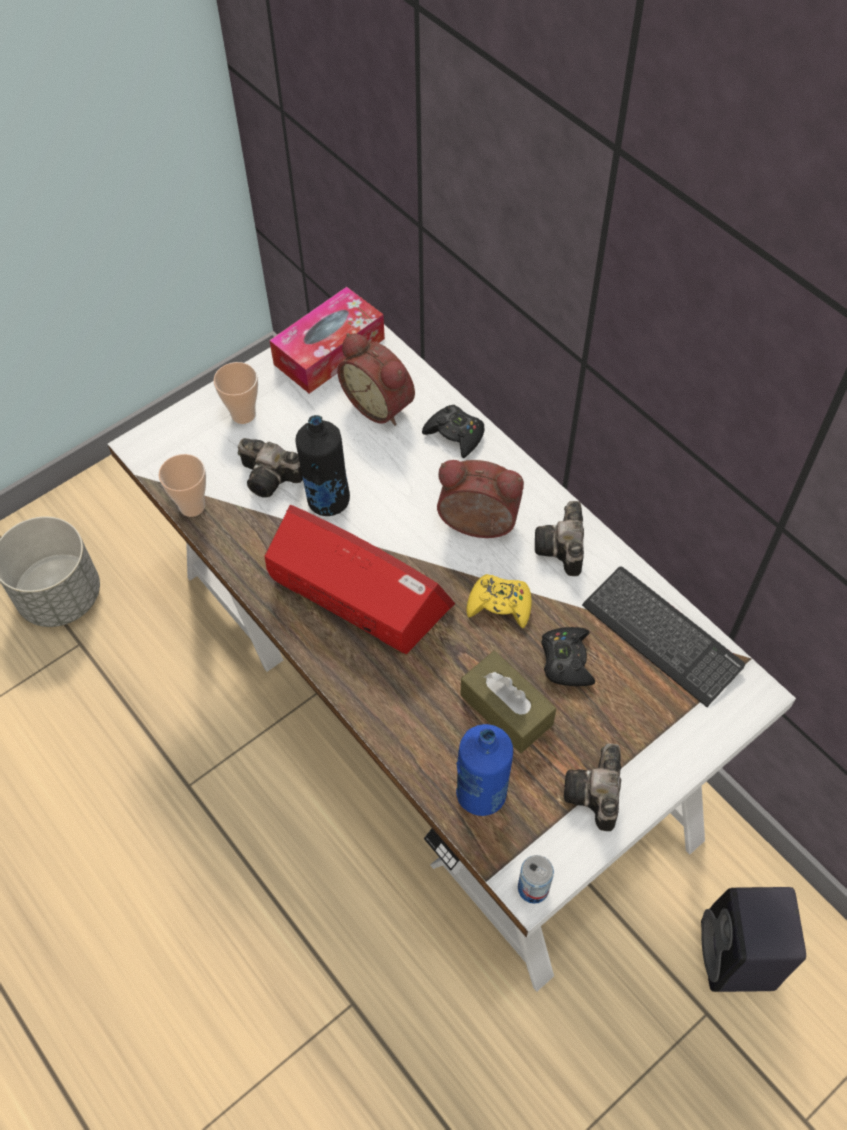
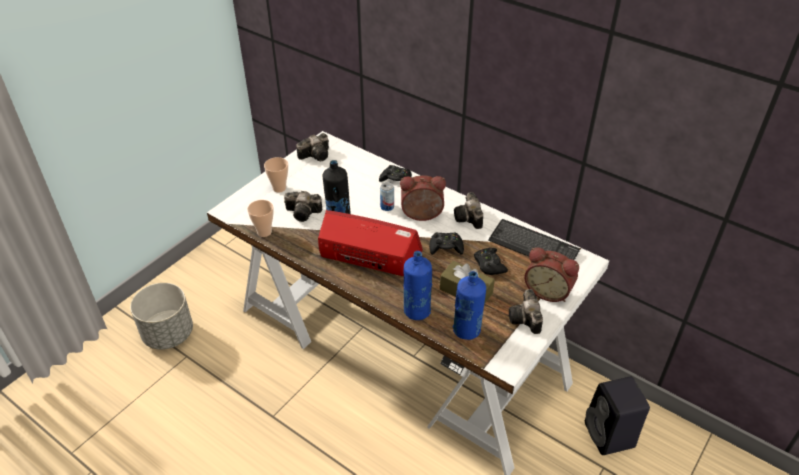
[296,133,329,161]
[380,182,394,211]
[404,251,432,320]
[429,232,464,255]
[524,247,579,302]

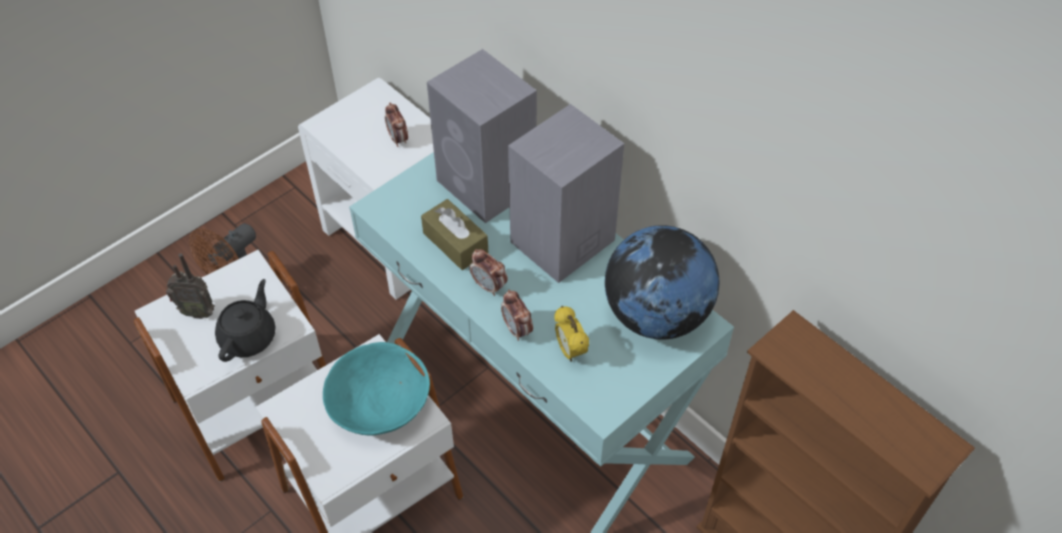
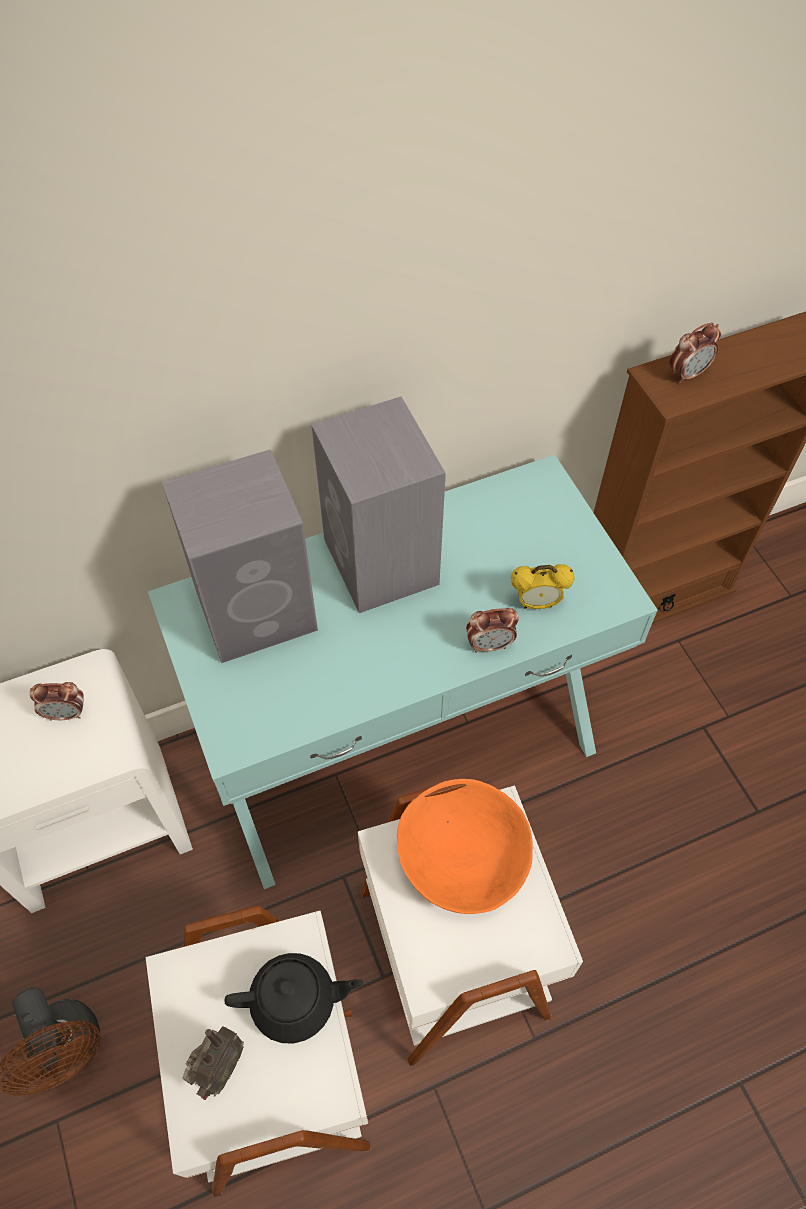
[224,953,363,1044]
[397,779,533,914]
[669,323,721,384]
[421,199,488,270] (first image)
[605,225,719,340] (first image)

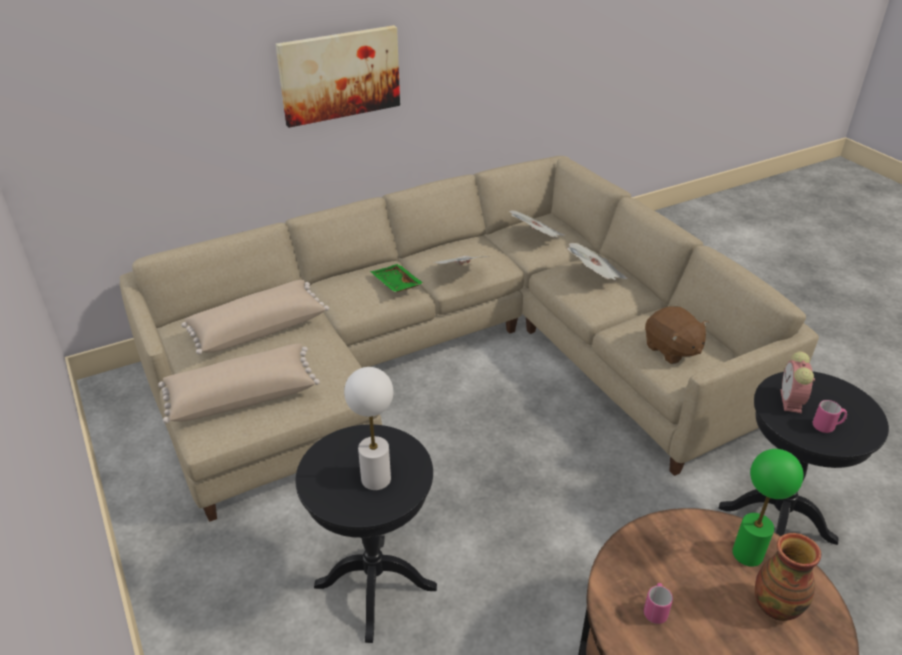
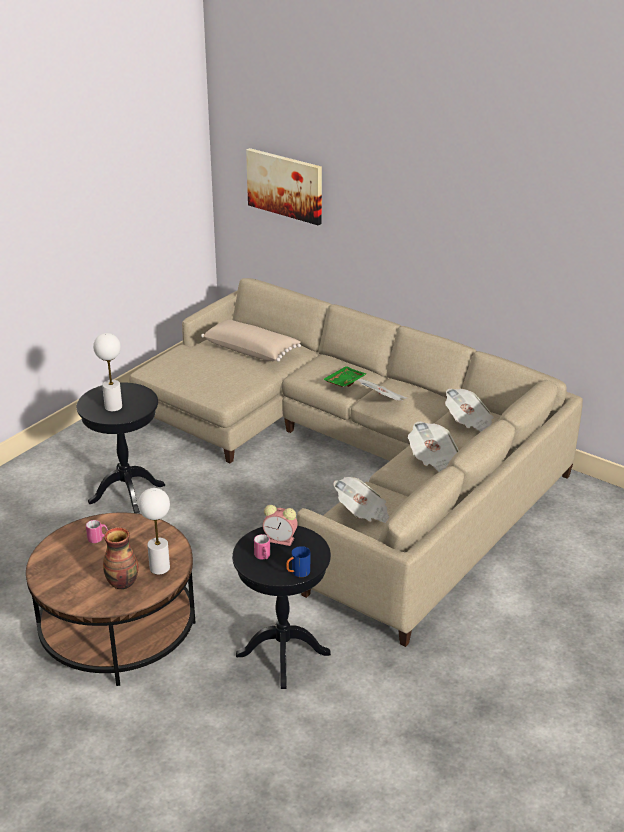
[138,488,170,575]
[246,148,322,225]
[263,505,298,546]
[286,546,311,577]
[334,477,389,523]
[158,343,320,423] (first image)

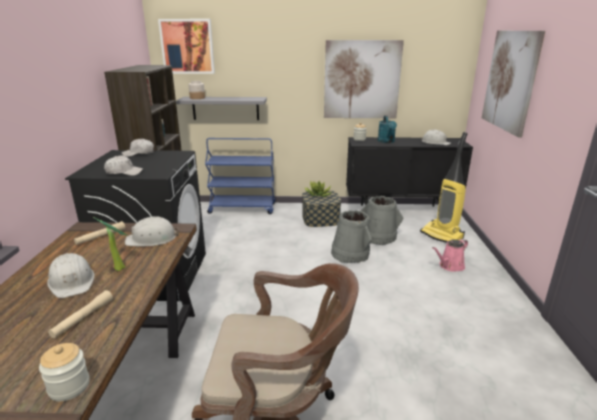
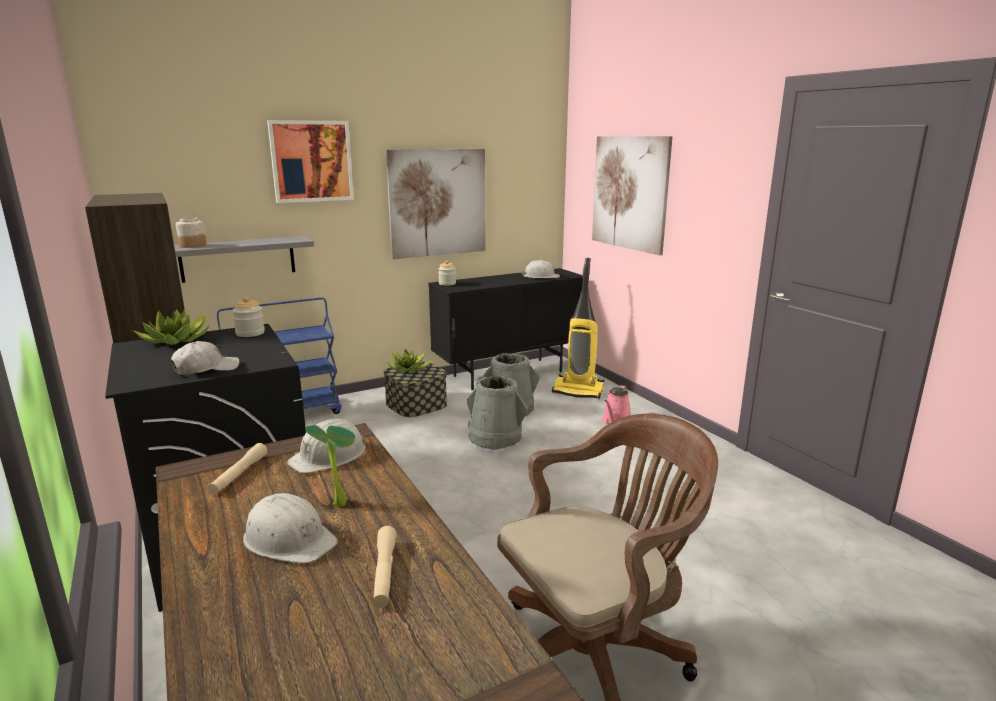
[134,309,209,345]
[232,297,265,337]
[267,120,354,203]
[378,115,397,143] (first image)

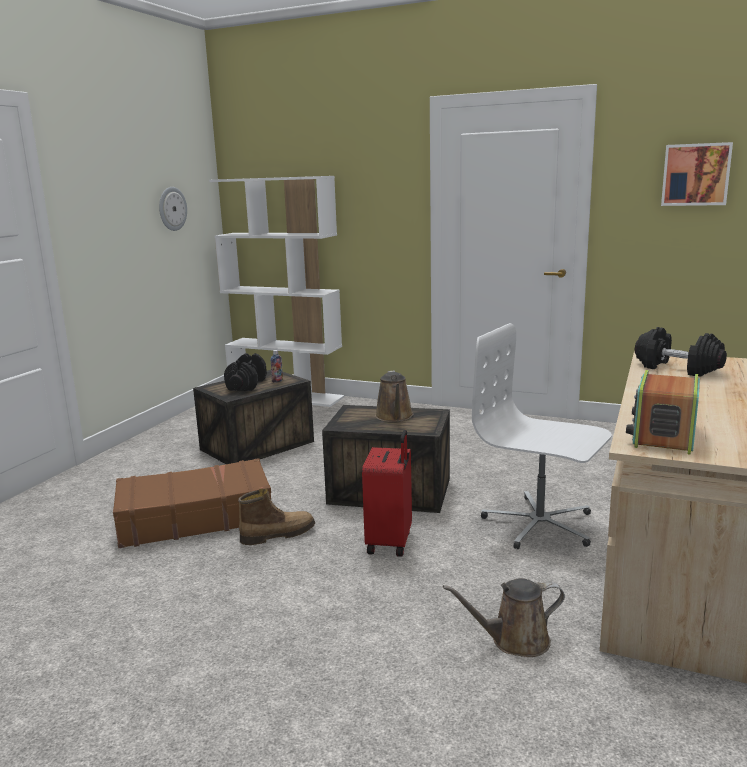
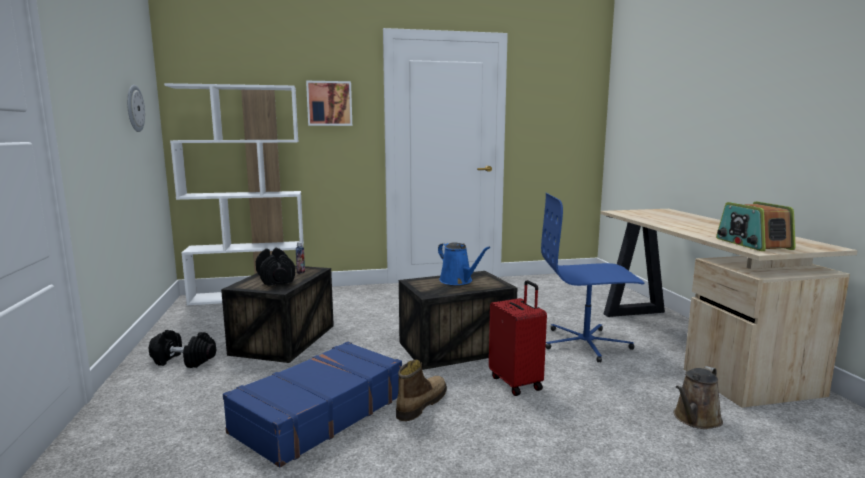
[148,330,216,368]
[223,341,402,468]
[306,81,352,126]
[438,242,490,285]
[541,193,645,363]

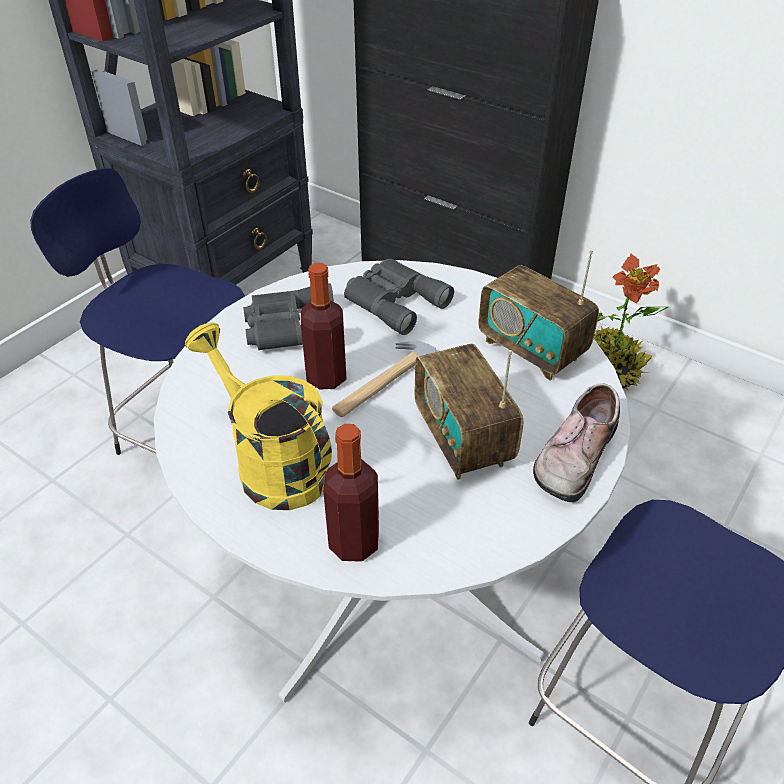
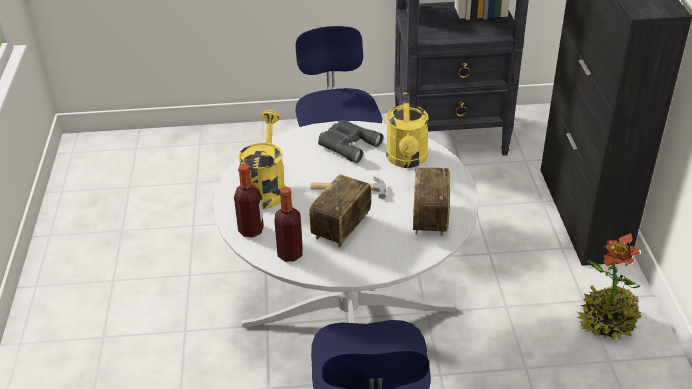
[274,187,303,262]
[386,93,429,168]
[533,383,620,502] (first image)

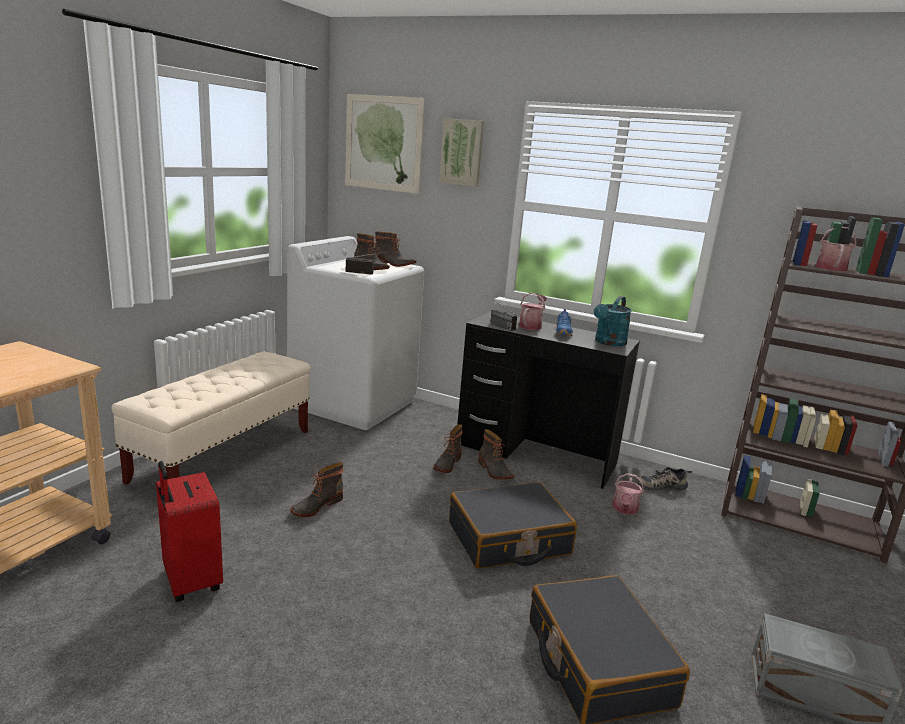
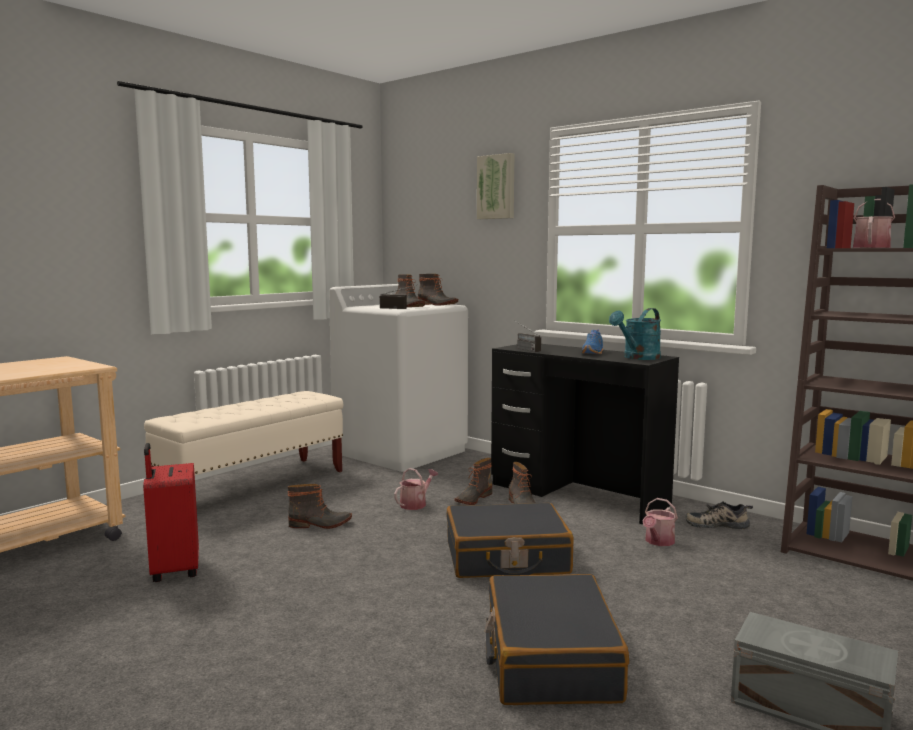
[288,484,352,529]
[394,468,438,510]
[345,94,425,194] (first image)

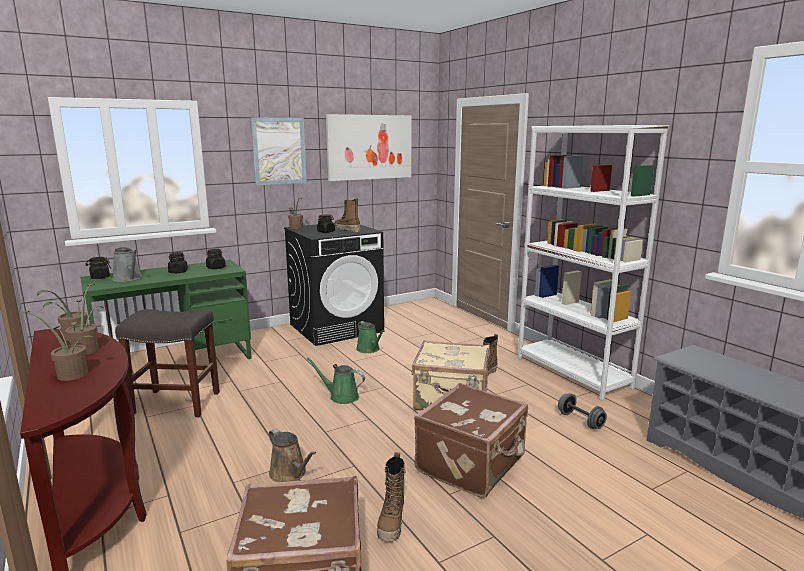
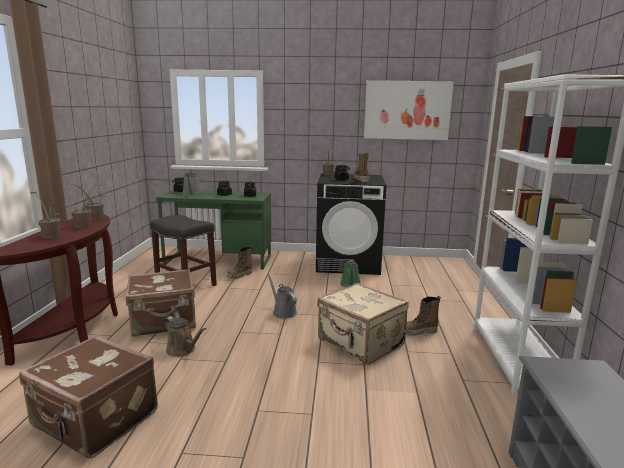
[126,269,196,337]
[164,316,206,357]
[227,245,252,279]
[267,274,297,319]
[250,117,307,185] (first image)
[558,393,607,429] (first image)

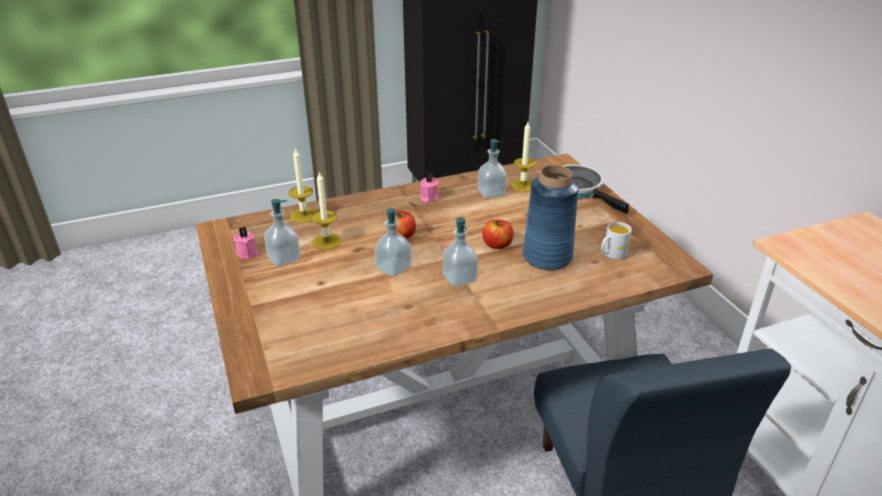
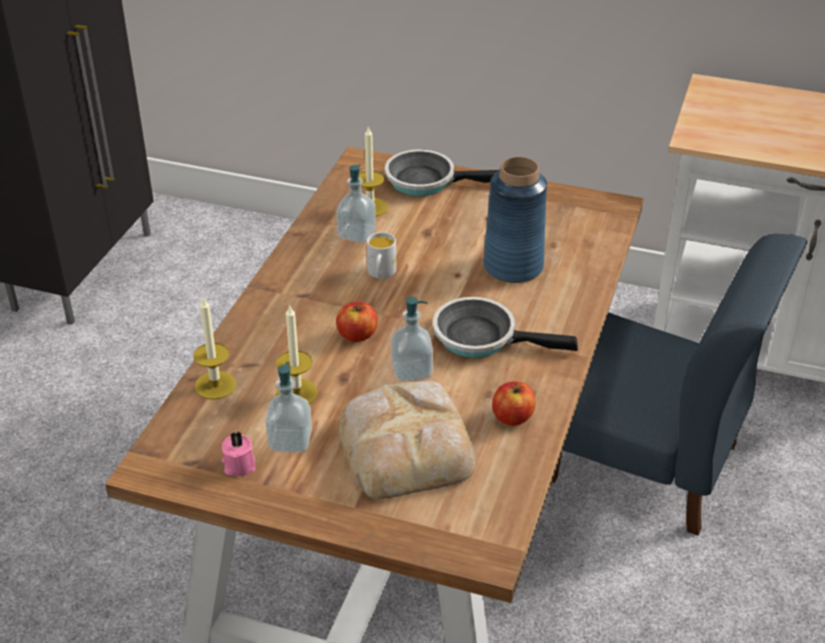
[339,381,476,499]
[367,232,396,279]
[433,297,578,358]
[492,381,536,426]
[420,173,439,203] (first image)

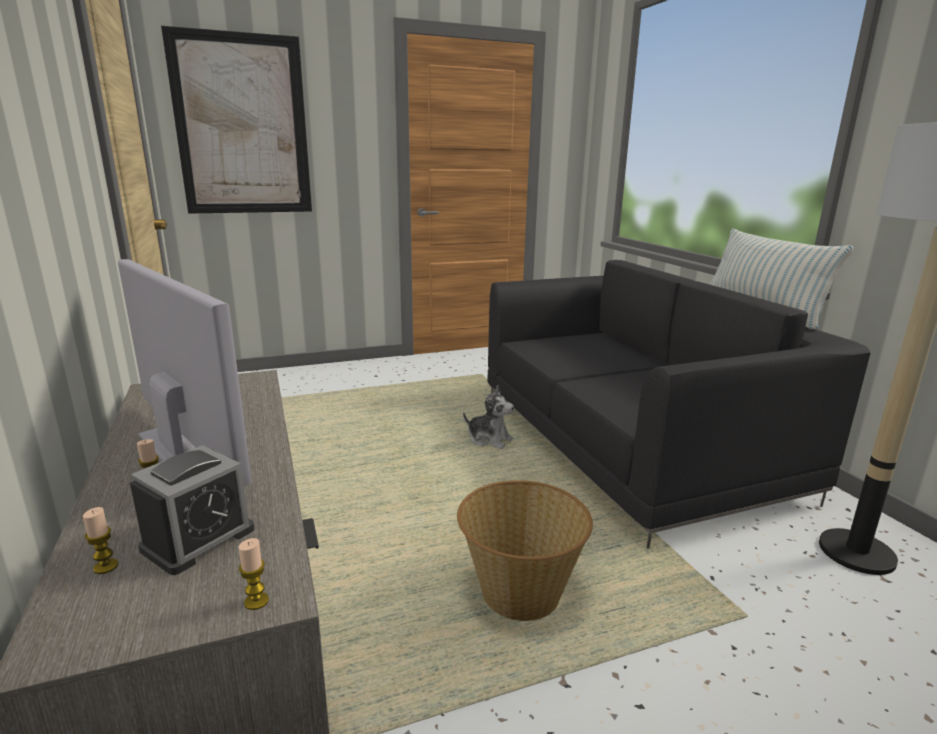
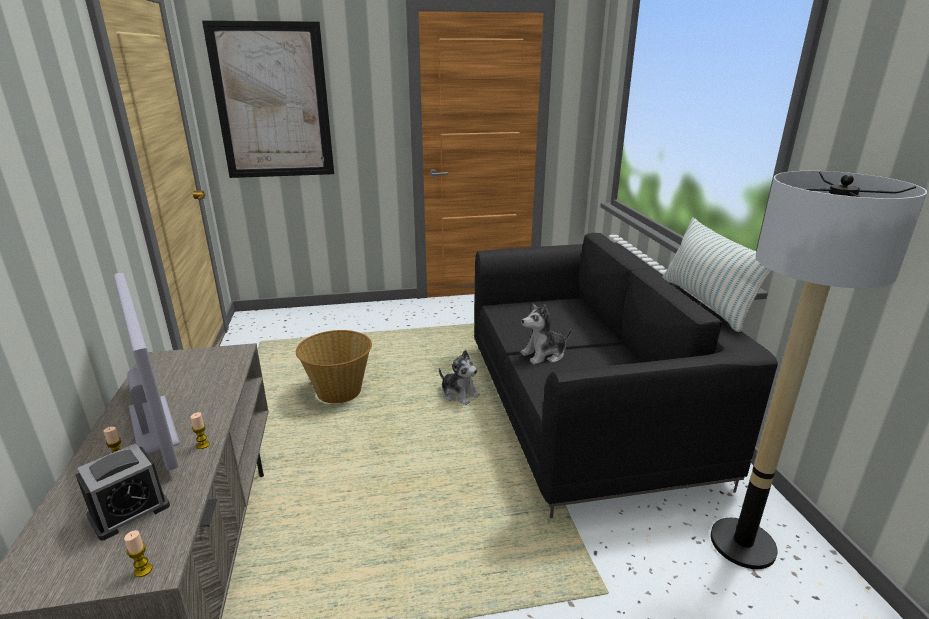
[191,412,210,449]
[296,330,372,403]
[520,303,572,365]

